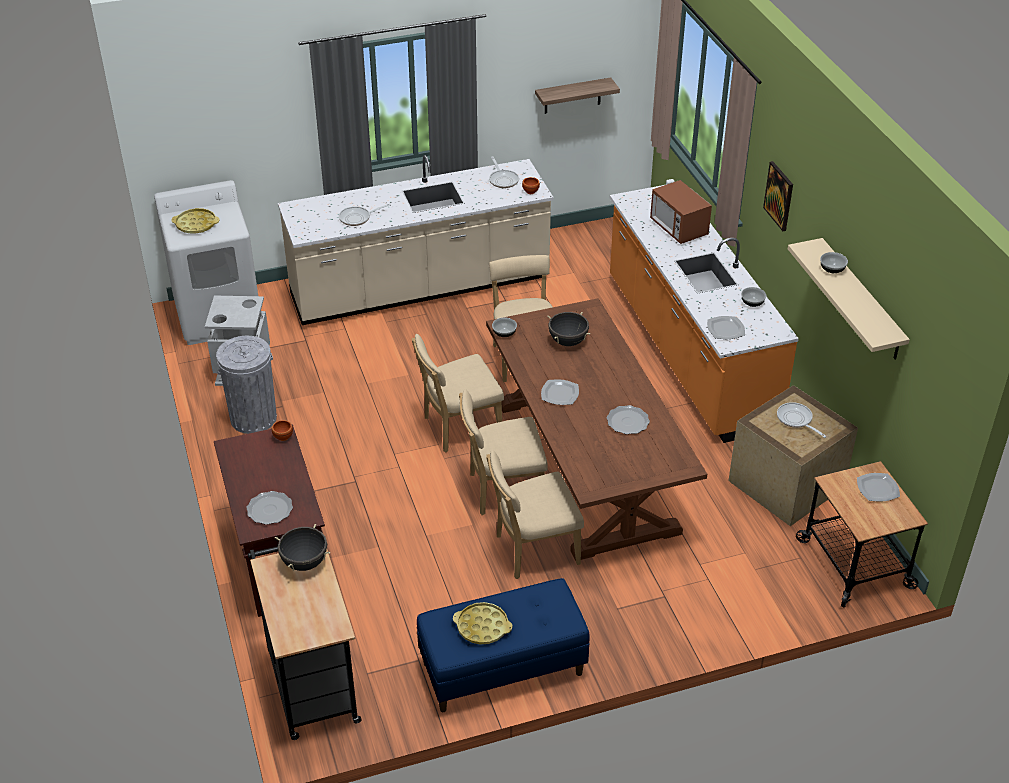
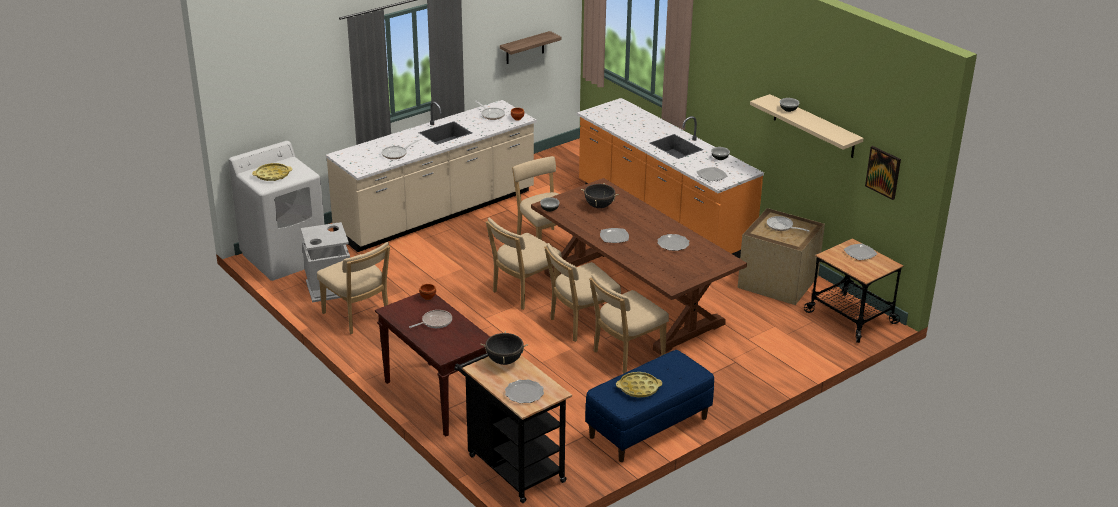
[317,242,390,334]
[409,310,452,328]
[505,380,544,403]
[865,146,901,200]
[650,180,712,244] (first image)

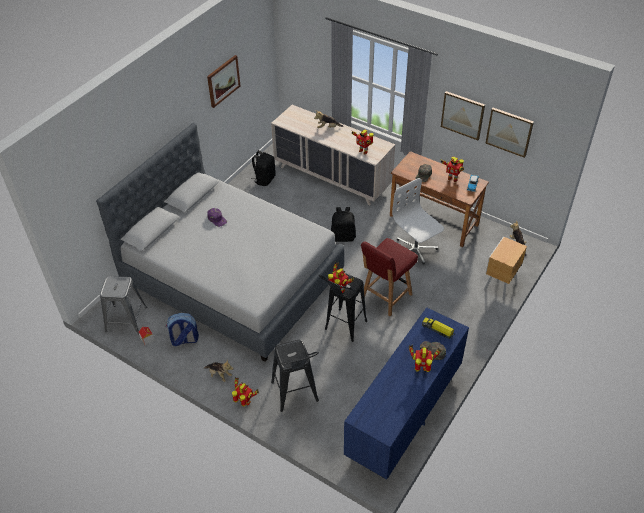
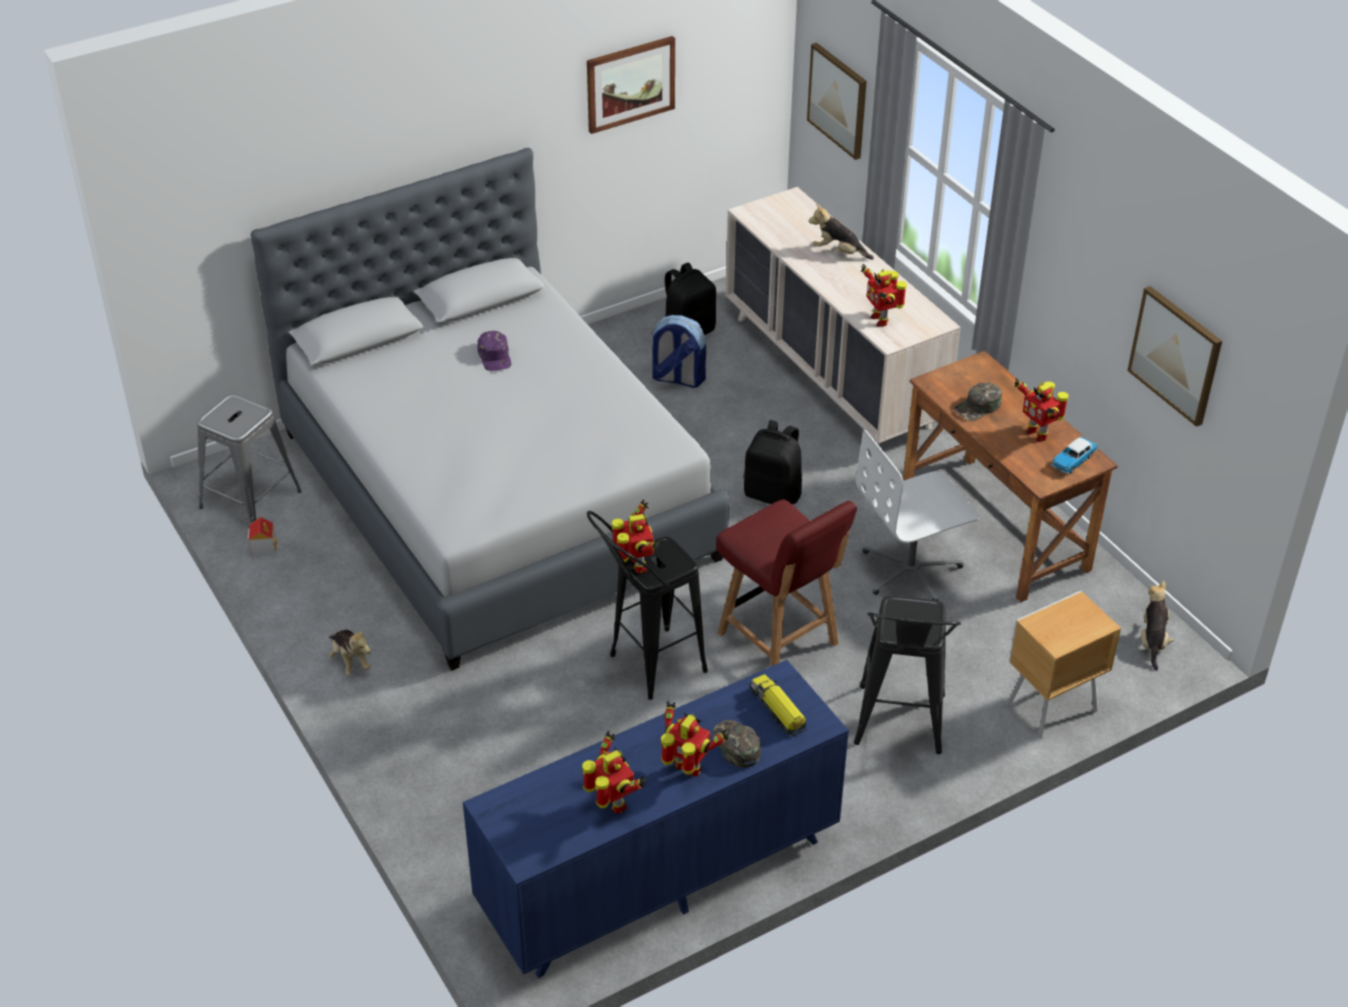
[582,731,646,814]
[651,315,706,388]
[716,500,857,667]
[807,43,867,160]
[854,596,961,754]
[856,430,979,601]

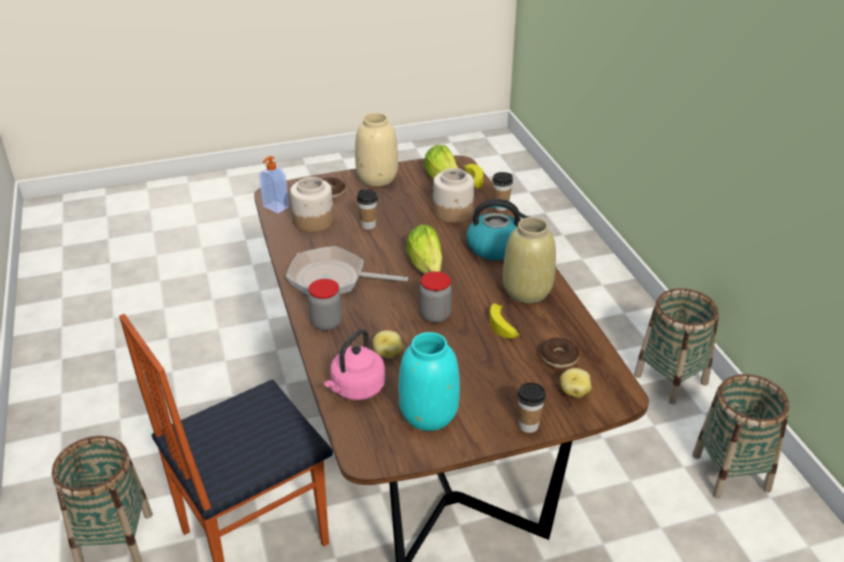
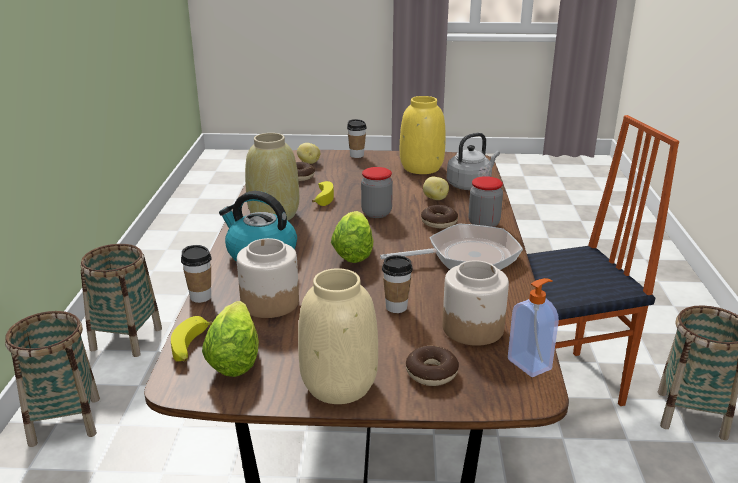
[380,224,523,270]
[400,96,446,174]
[421,205,458,228]
[447,133,500,190]

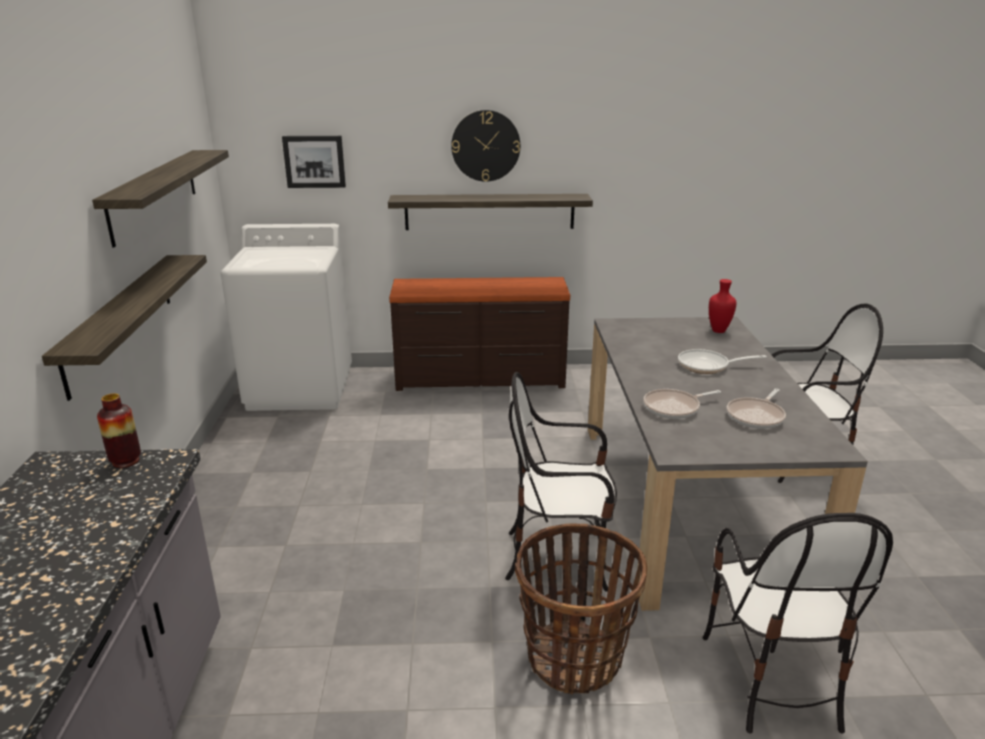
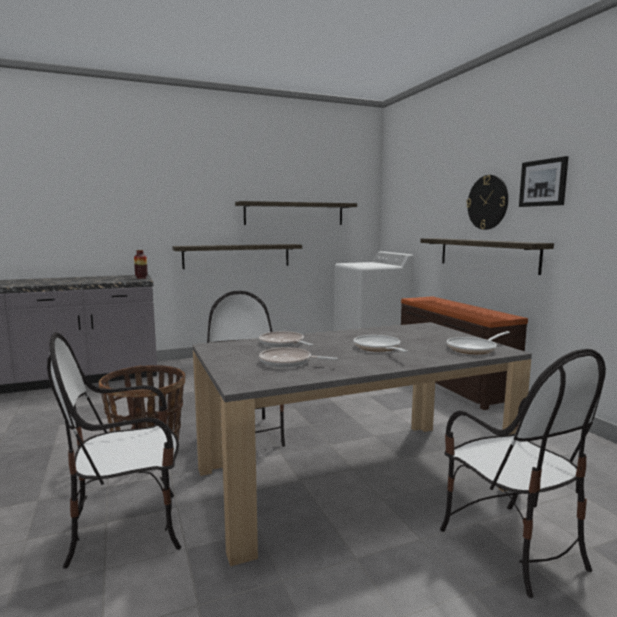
[447,331,510,354]
[519,156,569,207]

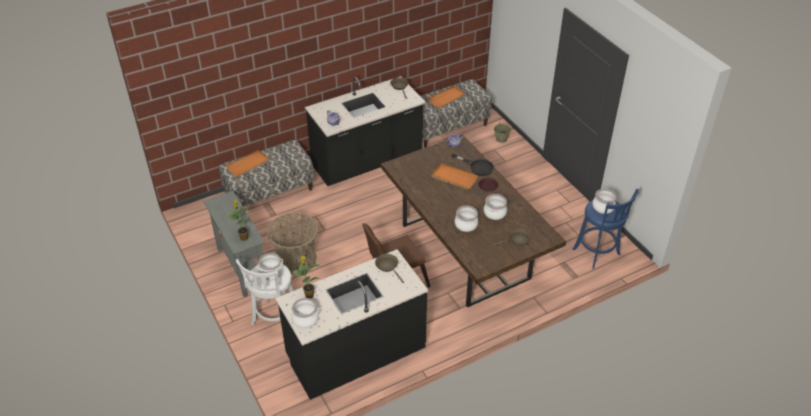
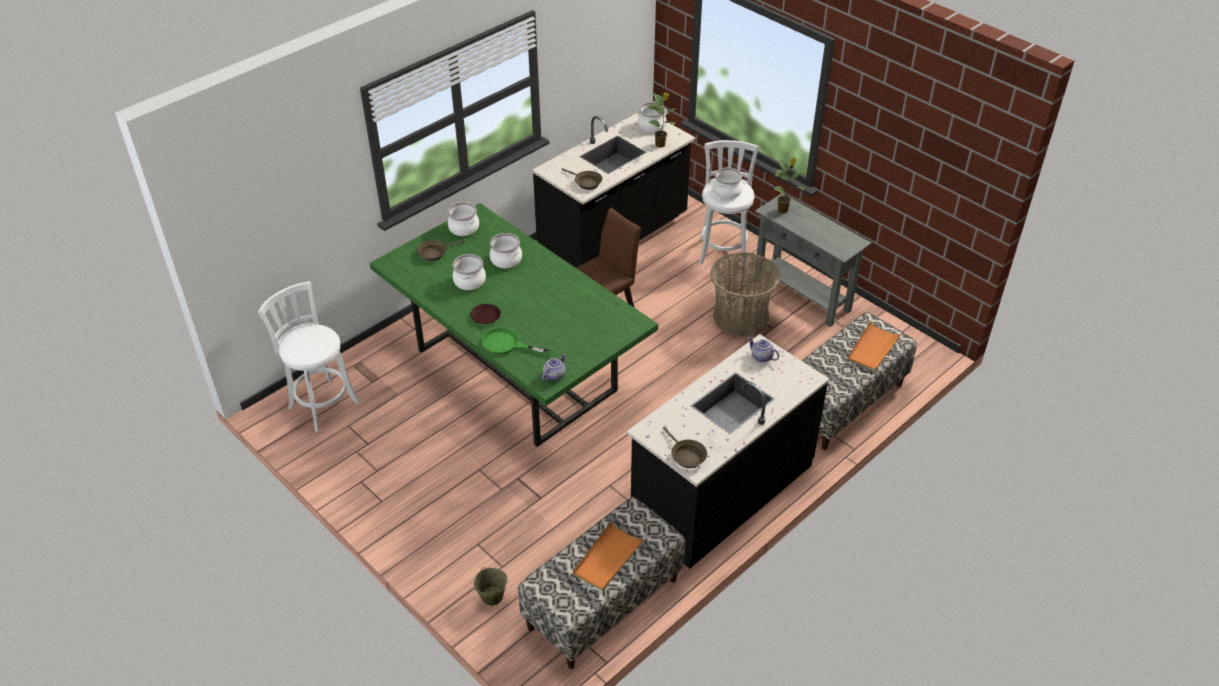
[258,281,360,432]
[370,203,658,447]
[448,202,479,236]
[481,327,552,356]
[432,163,478,190] (first image)

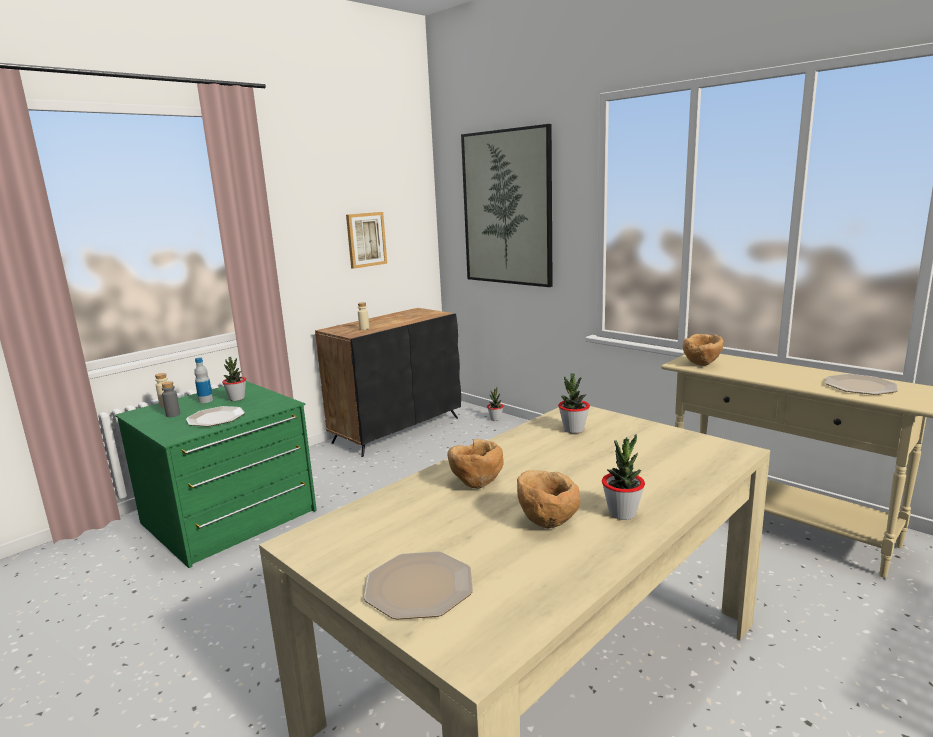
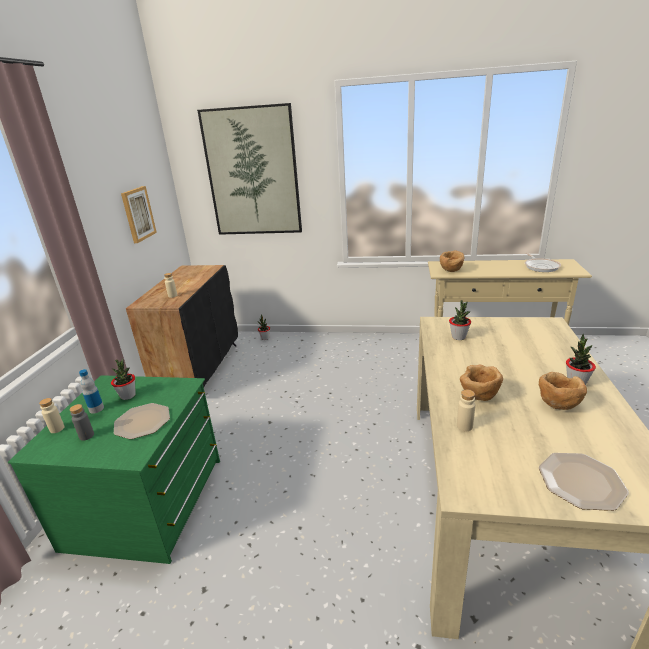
[457,390,475,431]
[525,253,561,272]

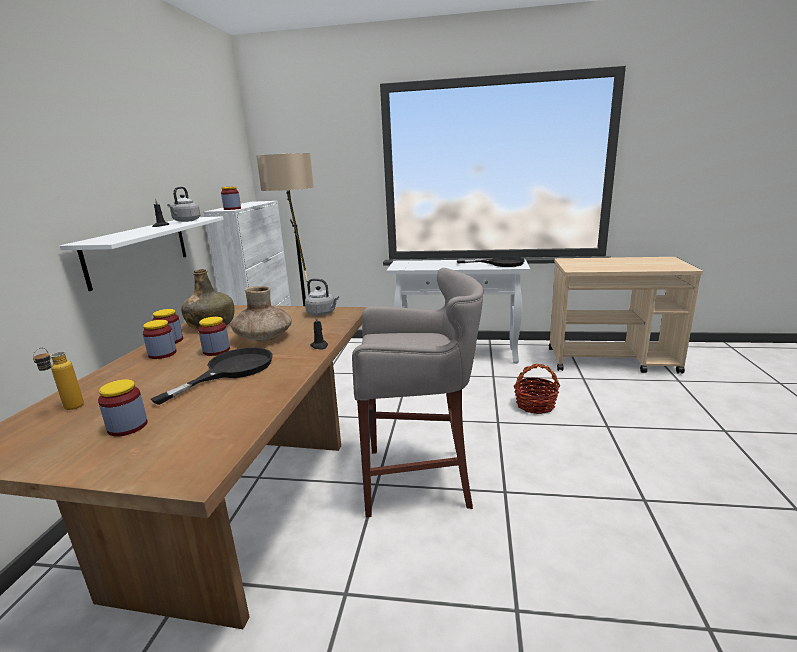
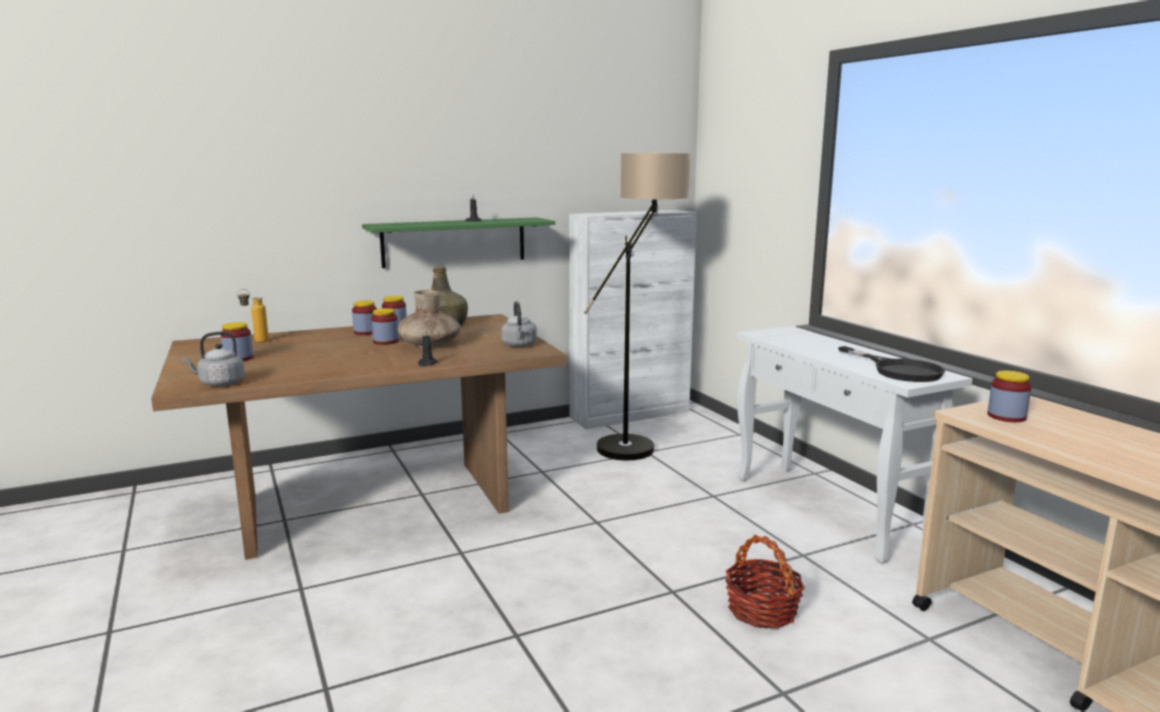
[183,331,245,386]
[362,217,555,268]
[987,370,1031,422]
[151,347,273,405] (first image)
[352,268,484,517] (first image)

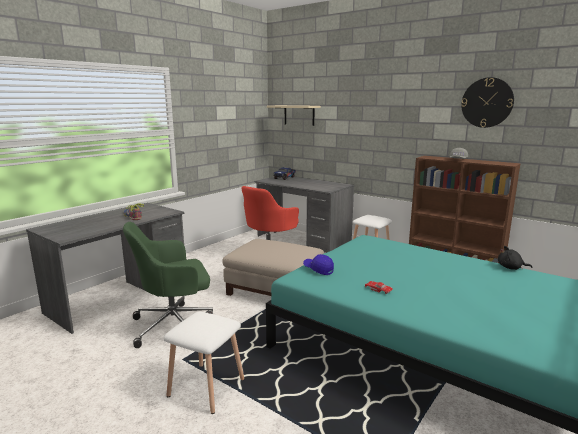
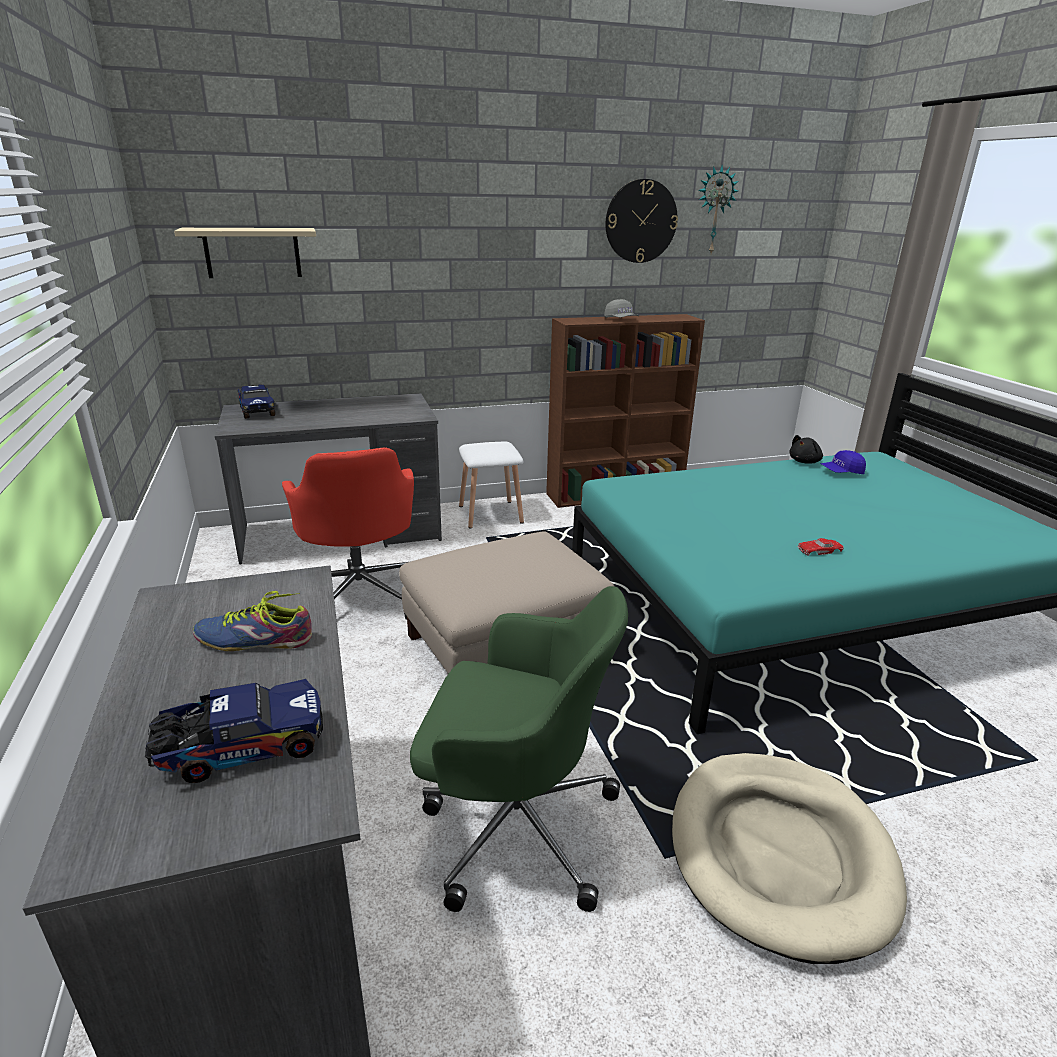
[145,679,323,783]
[410,586,628,912]
[672,753,907,964]
[699,165,739,253]
[820,450,866,474]

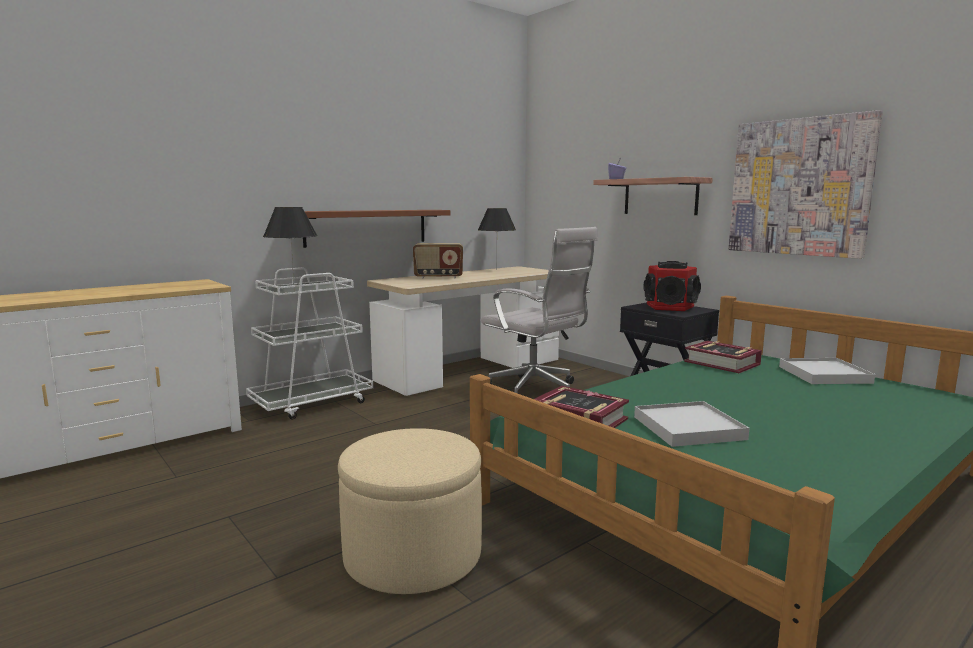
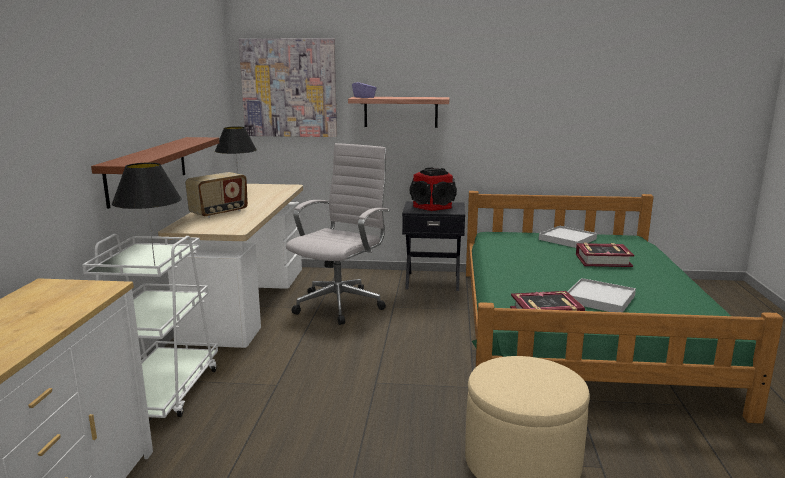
[239,38,337,137]
[286,143,390,325]
[576,243,634,267]

